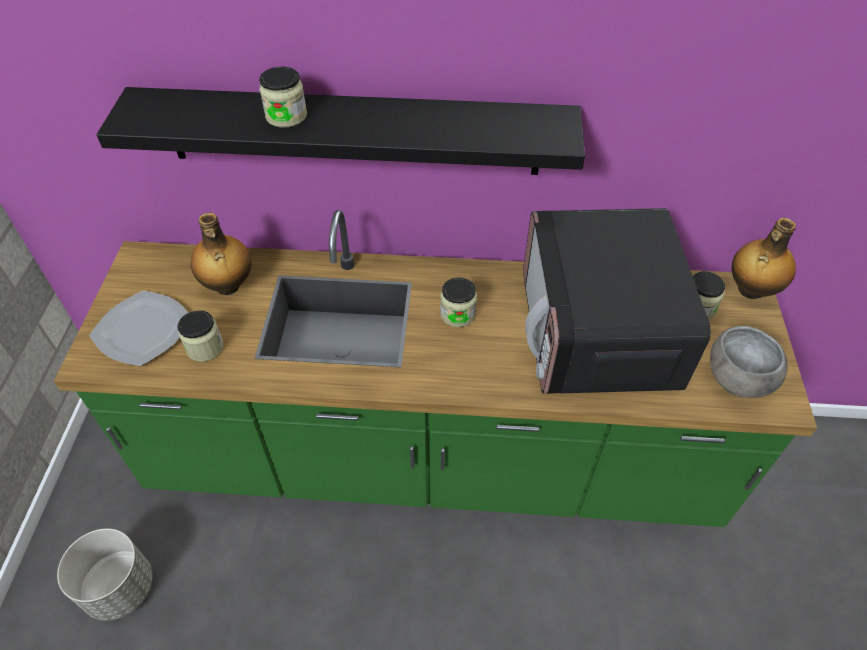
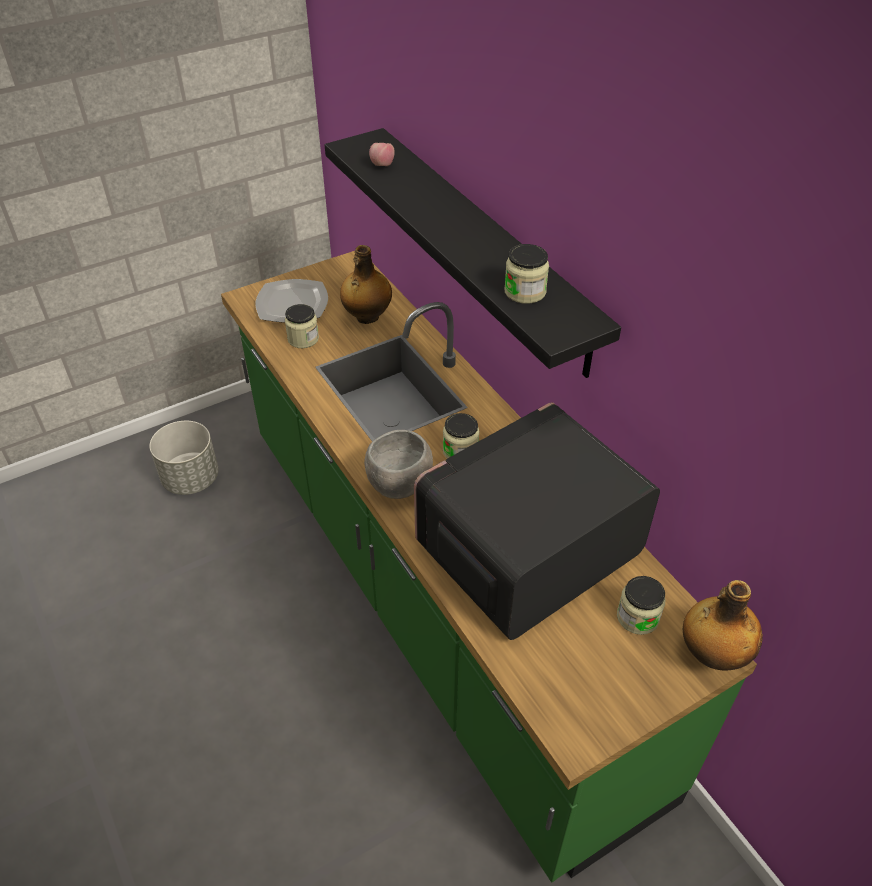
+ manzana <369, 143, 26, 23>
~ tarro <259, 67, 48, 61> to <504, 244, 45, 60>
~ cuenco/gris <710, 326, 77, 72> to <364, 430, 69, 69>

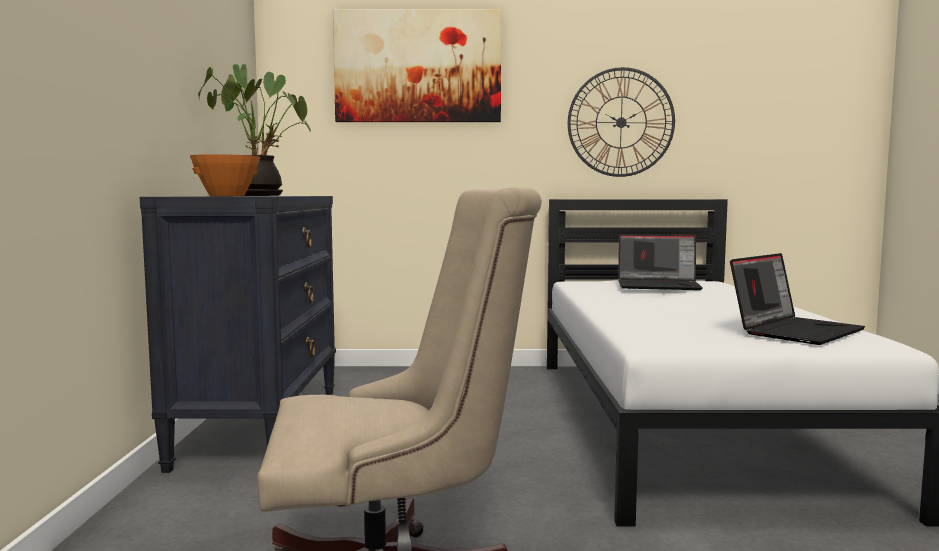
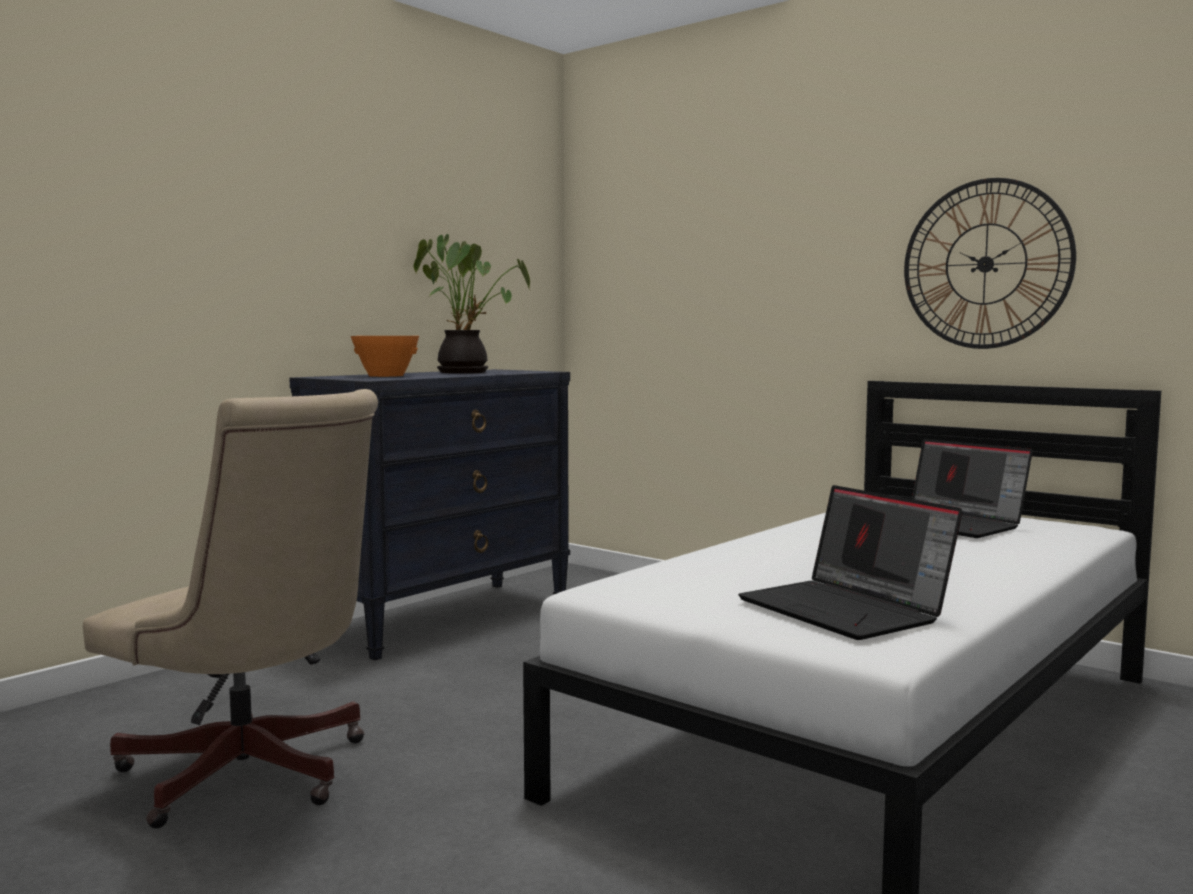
- cuadro <333, 9, 168, 113>
~ portátil <730, 253, 135, 92> = <738, 485, 225, 155> 60 degrees clockwise

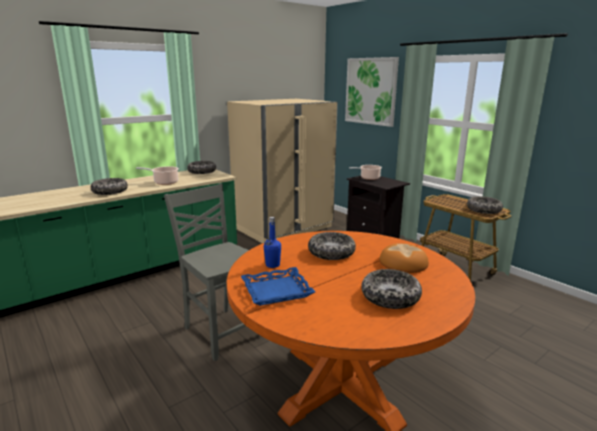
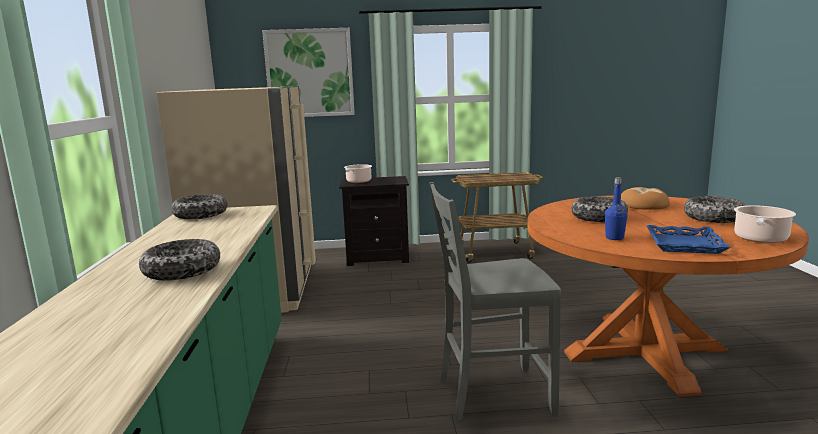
- cuenco <467, 196, 36, 18>
~ olla <136, 166, 43, 19> to <734, 205, 62, 38>

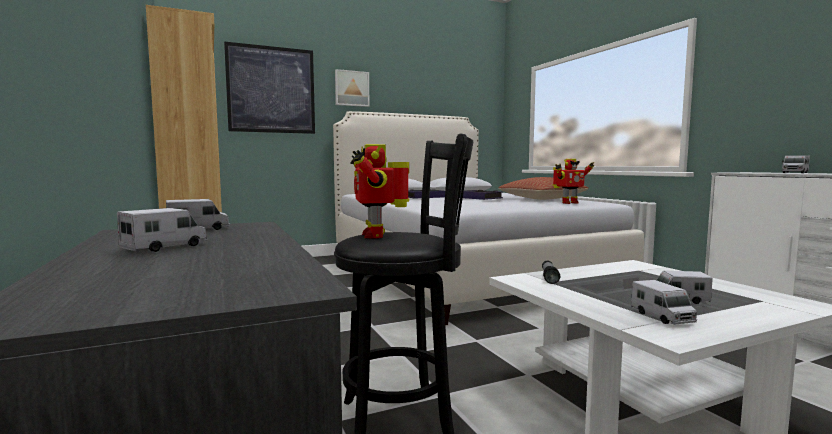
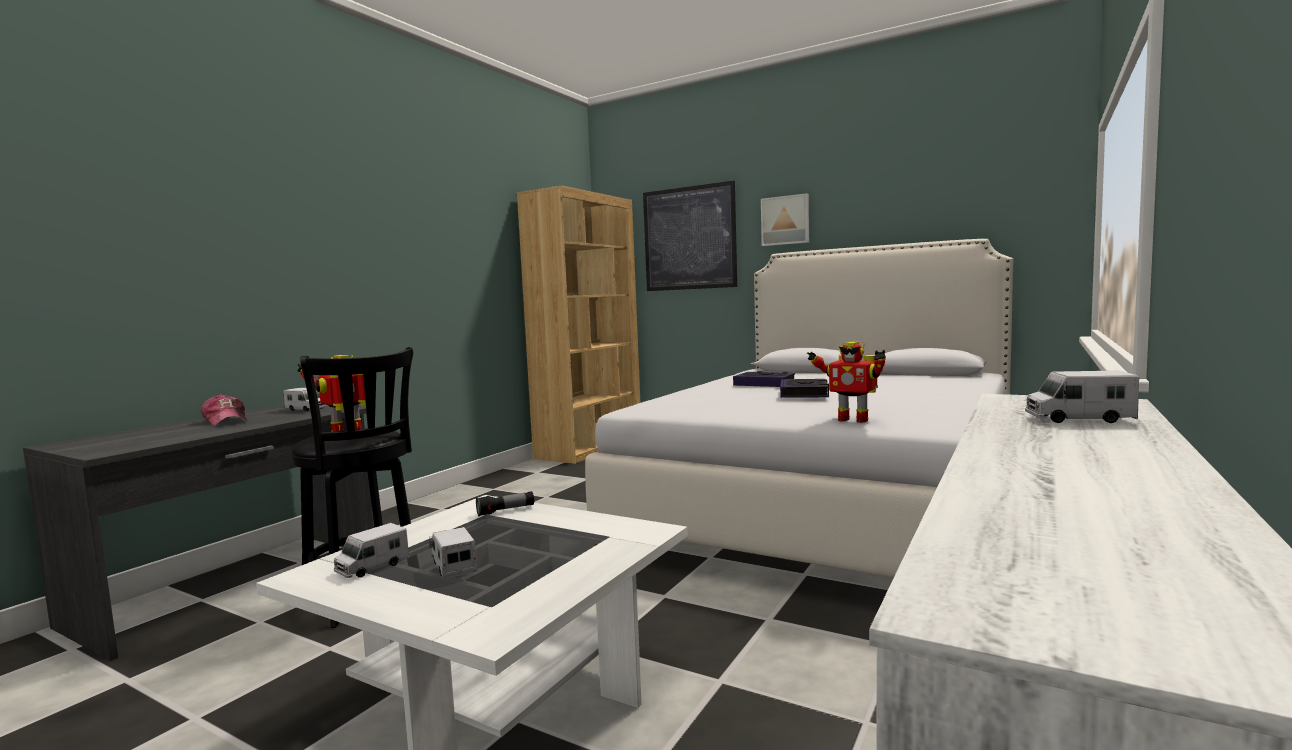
- cojín <498, 177, 91, 23>
~ camión de juguete <117, 208, 90, 44> to gorra <201, 394, 46, 32>

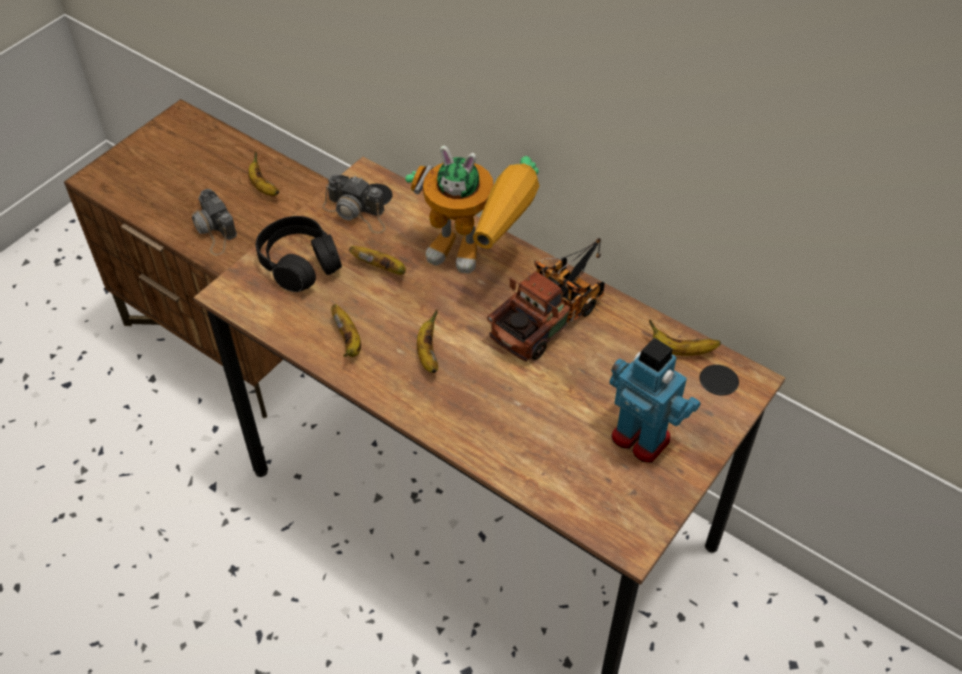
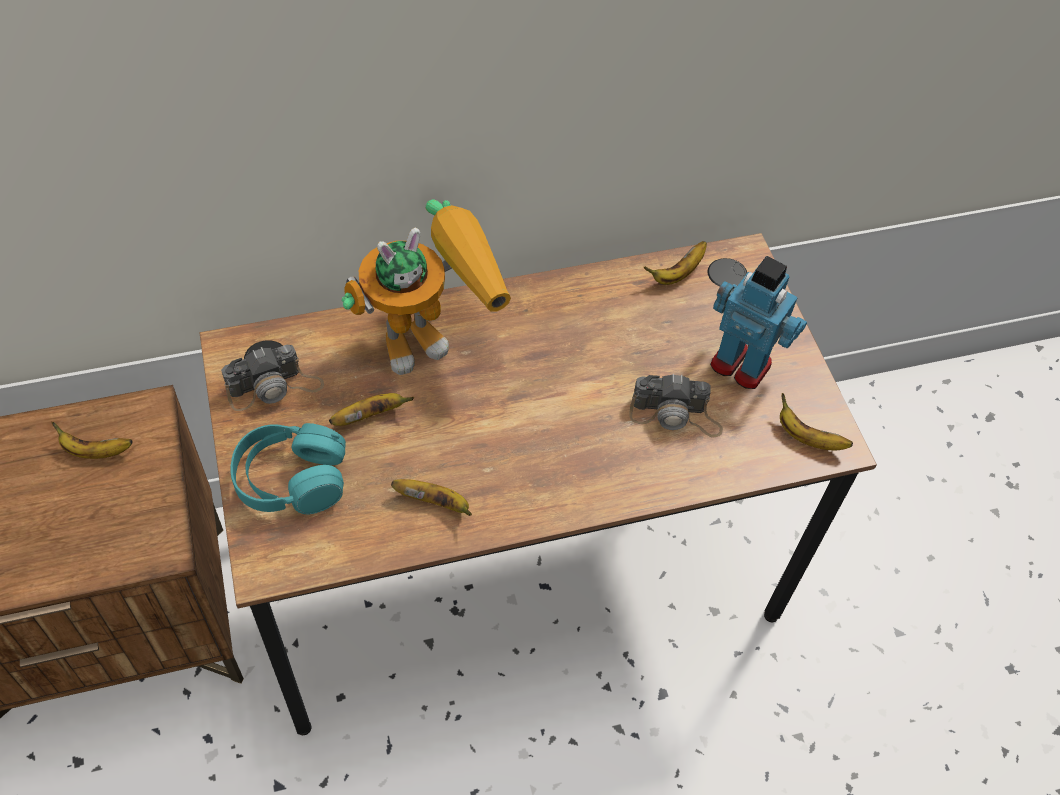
- camión de juguete <487, 238, 118, 124>
~ cámara <192, 189, 45, 66> to <629, 374, 94, 63>
~ plátano <417, 309, 21, 64> to <780, 393, 73, 58>
~ auriculares/negro <256, 216, 86, 76> to auriculares/turquesa <231, 423, 115, 91>
~ robot de juguete <610, 338, 91, 125> = <710, 256, 97, 133> 45 degrees clockwise

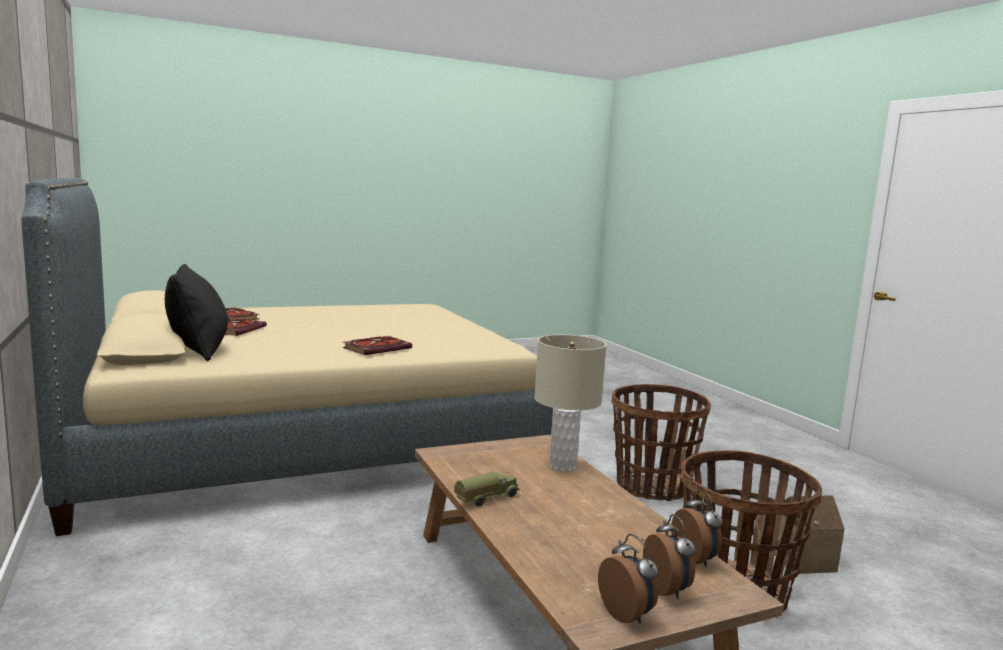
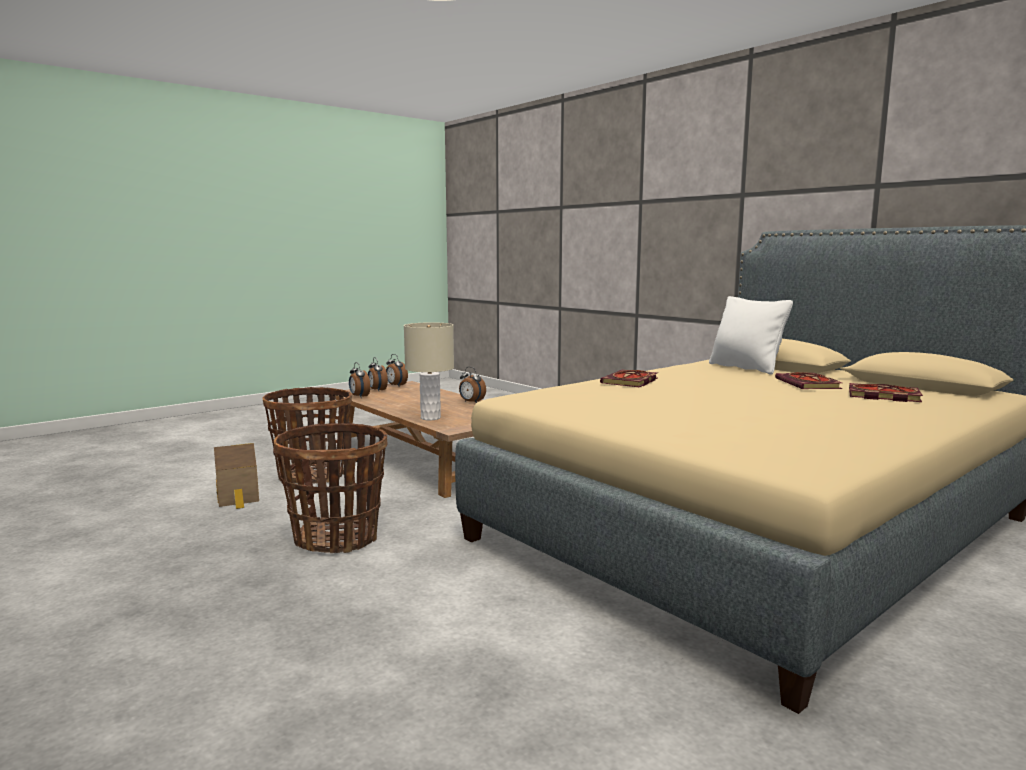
~ camión de juguete <454, 472, 66, 35> to despertador <459, 367, 27, 36>
~ cojín/negro <165, 264, 63, 97> to cojín/blanco <709, 296, 84, 79>

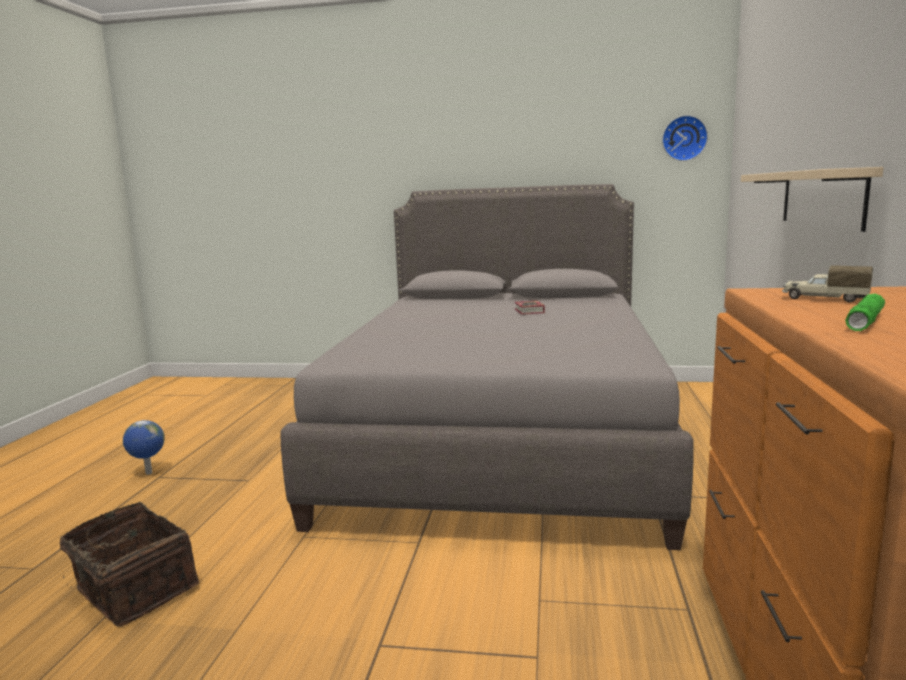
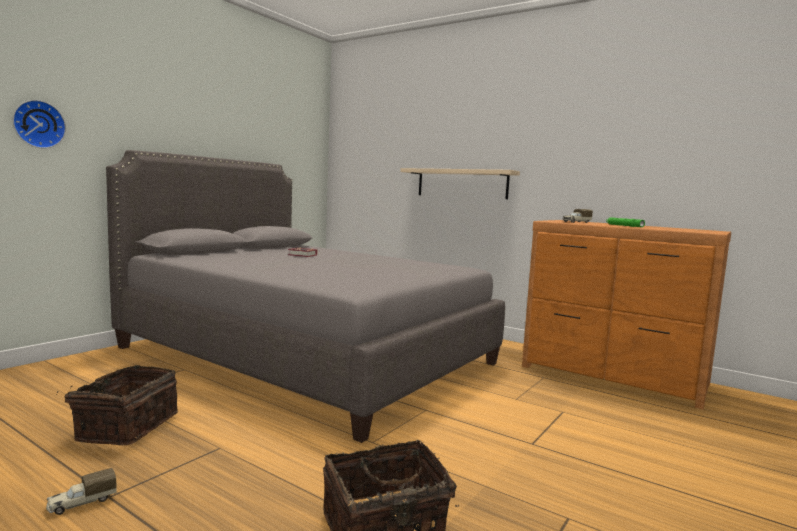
+ cesta <56, 365, 122, 81>
~ reloj de pared <662, 115, 46, 46> to <13, 100, 53, 48>
~ globo terráqueo <123, 420, 42, 55> to camión de juguete <46, 468, 71, 47>

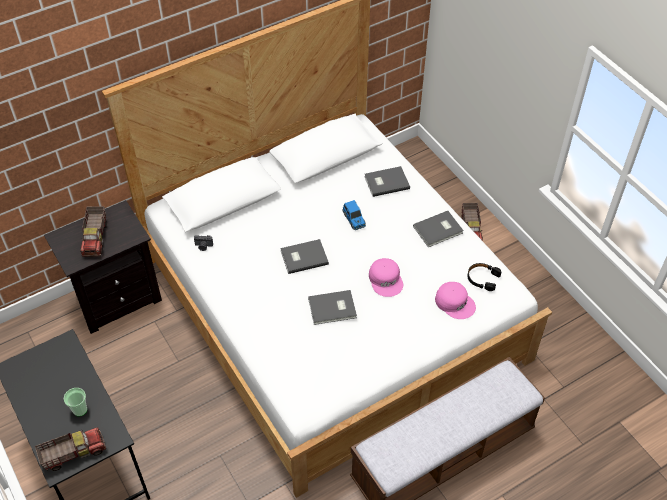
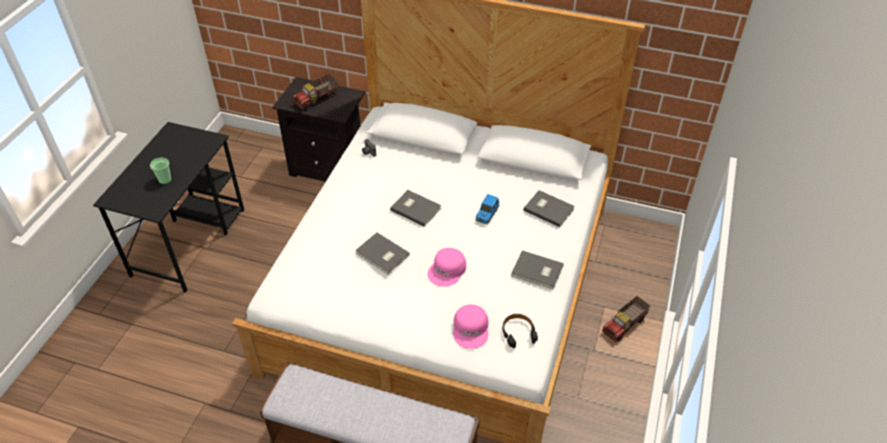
- camión de juguete <35, 427, 71, 44>

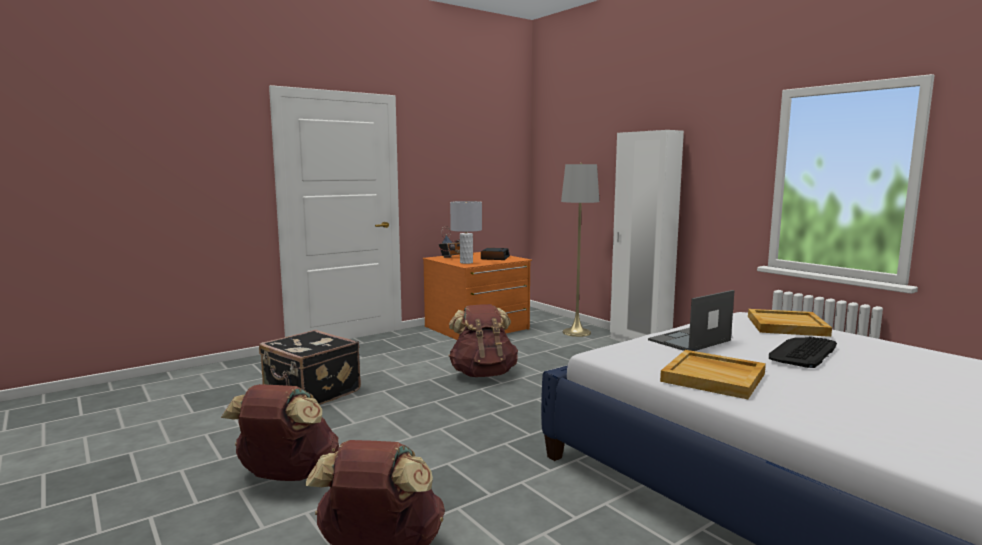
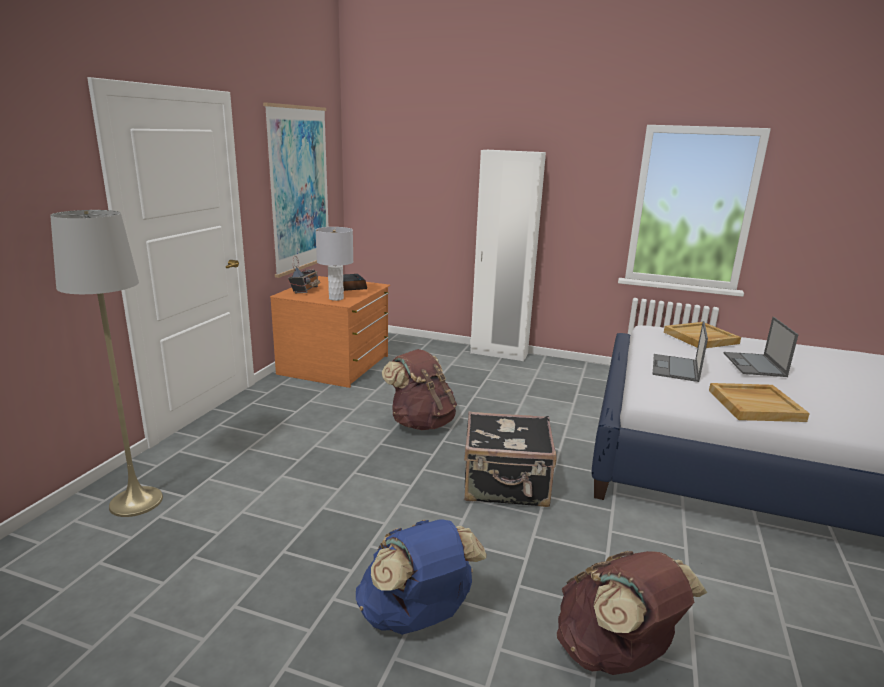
+ cuadro <263, 102, 66, 176>
~ maleta/negro <259, 330, 102, 75> to <464, 411, 93, 96>
~ lámpara de pie/gris <561, 163, 38, 174> to <50, 210, 113, 307>
~ teclado <769, 337, 68, 31> to portátil <724, 317, 75, 60>
~ mochila/marrón <221, 384, 118, 97> to mochila/azul <356, 520, 131, 115>

